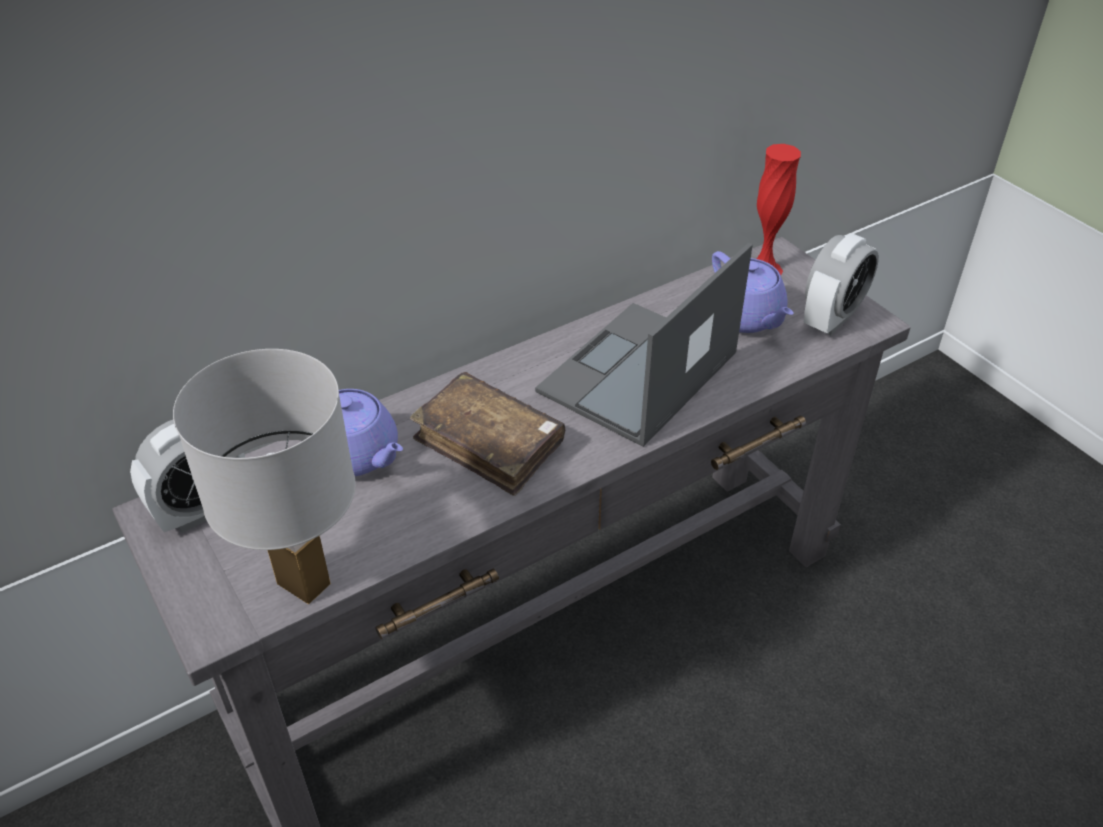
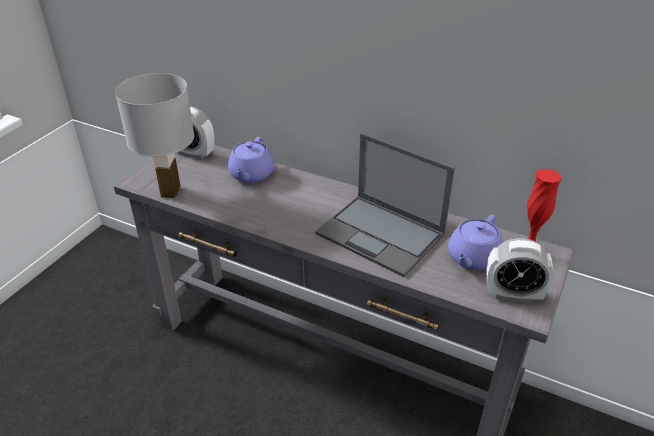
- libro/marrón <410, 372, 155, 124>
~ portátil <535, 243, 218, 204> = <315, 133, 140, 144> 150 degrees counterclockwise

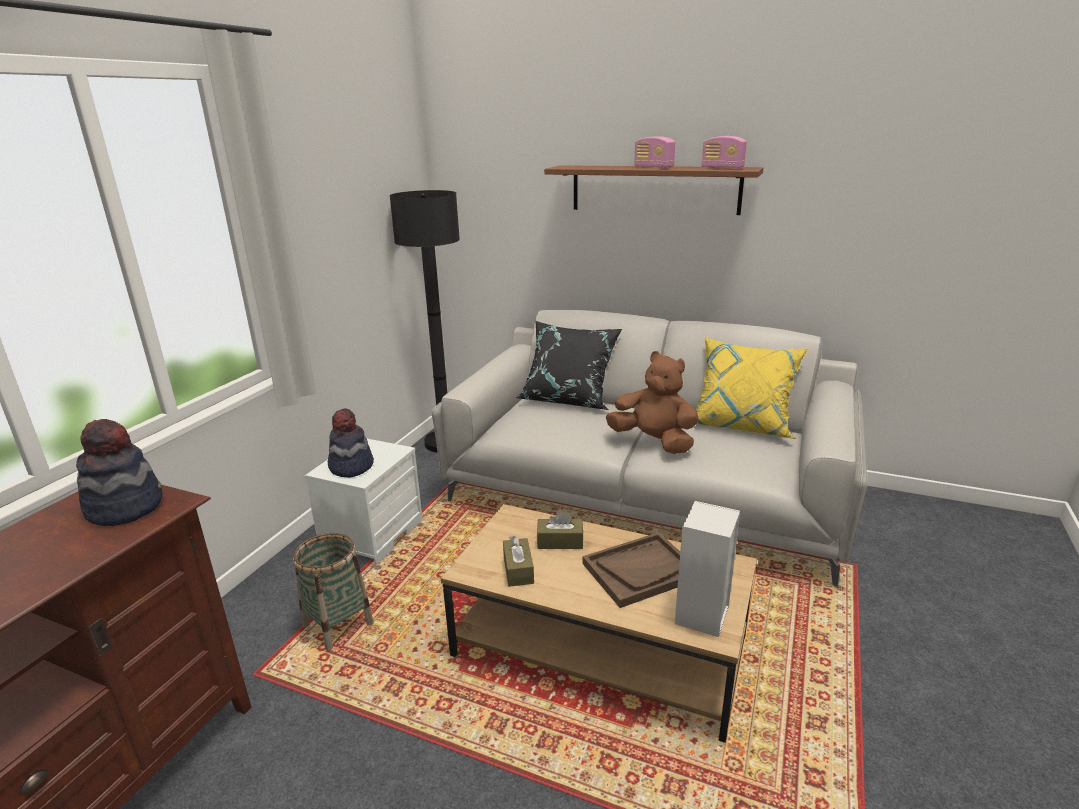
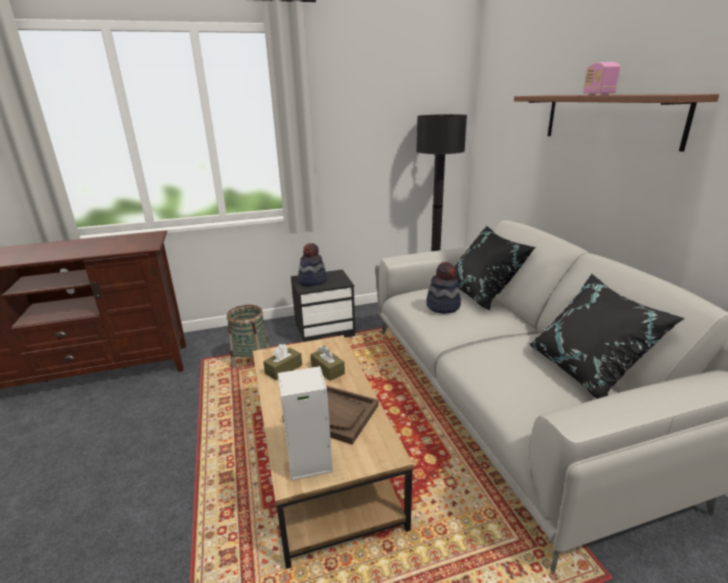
- peluche/marrón <606, 351, 93, 103>
- radio <702, 136, 45, 33>
~ sombrero <76, 419, 87, 107> to <426, 262, 35, 52>
~ mesita de noche/blanco <305, 438, 117, 128> to mesita de noche/negro <291, 269, 65, 73>
~ cojín/amarillo <696, 337, 112, 102> to cojín/negro <529, 274, 156, 125>

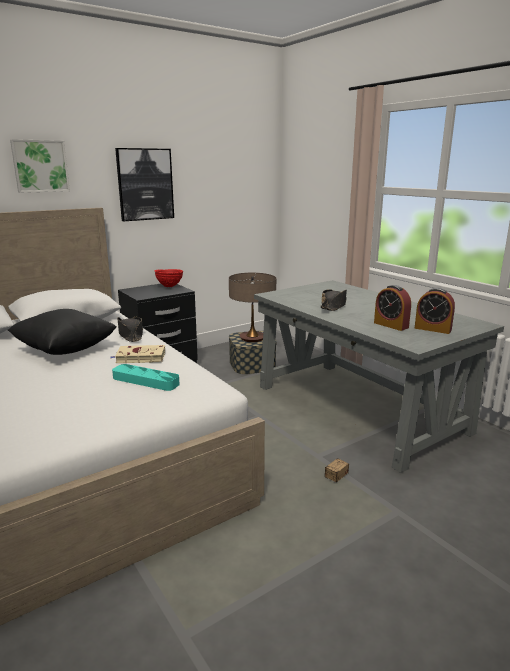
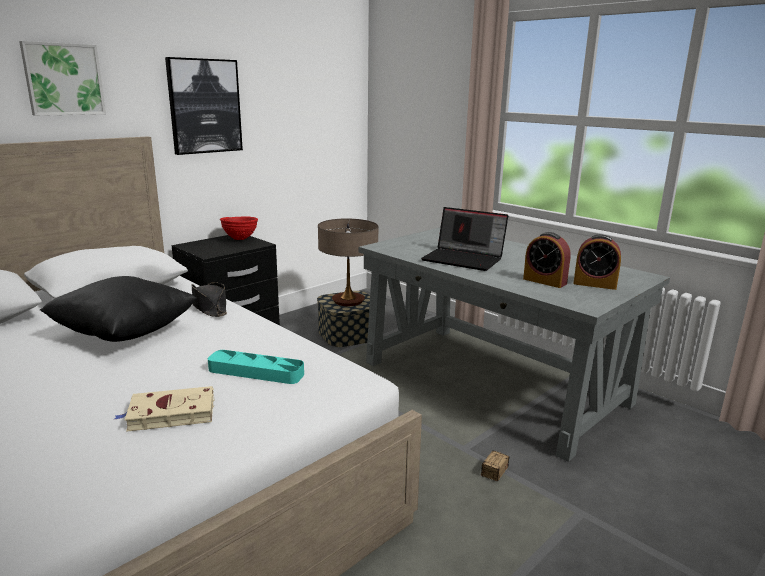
~ libro/beis <111, 345, 55, 18> to <113, 386, 102, 46>
~ sombrero/negro <321, 289, 26, 22> to portátil <421, 207, 87, 64>

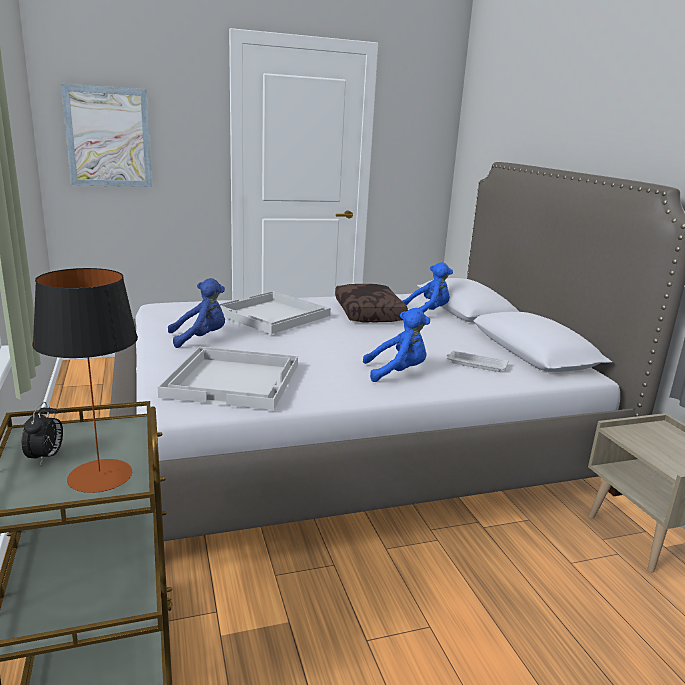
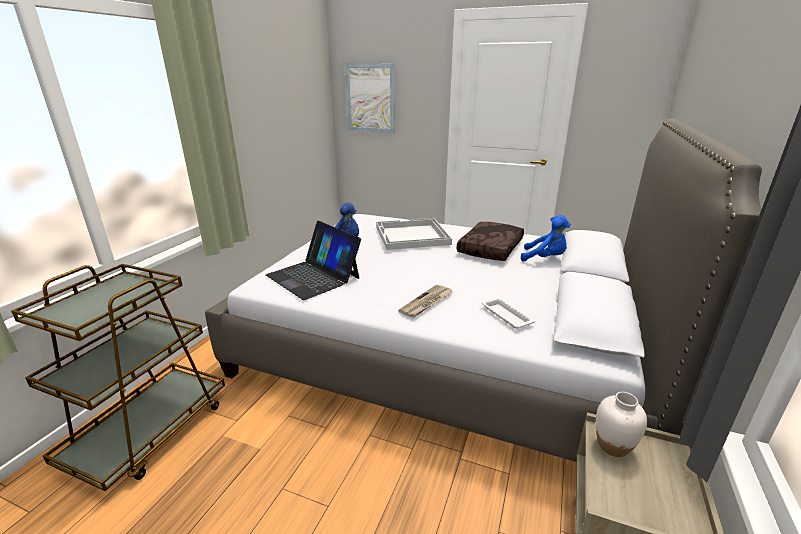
- despertador <22, 402, 41, 63>
- lámpara de mesa <32, 268, 106, 225>
+ florero/blanco <596, 392, 51, 65>
~ bandeja/blanco <158, 347, 140, 63> to portátil <266, 221, 95, 79>
~ peluche/azul <363, 308, 67, 74> to periódico <399, 284, 54, 34>

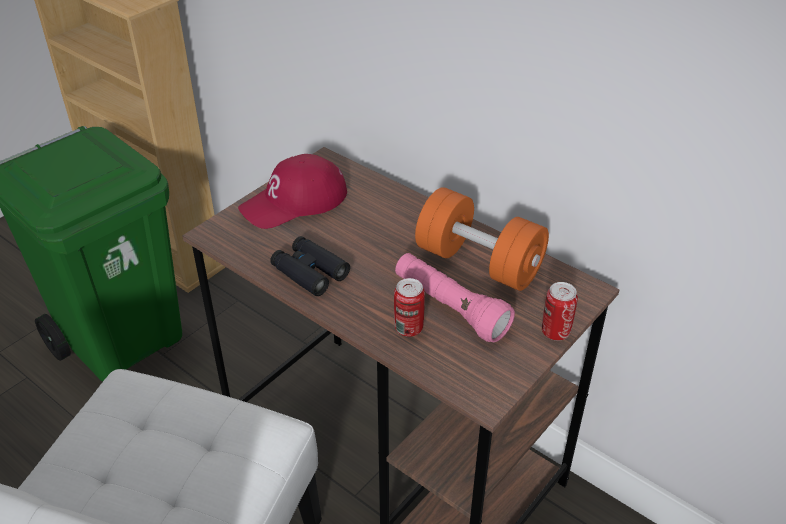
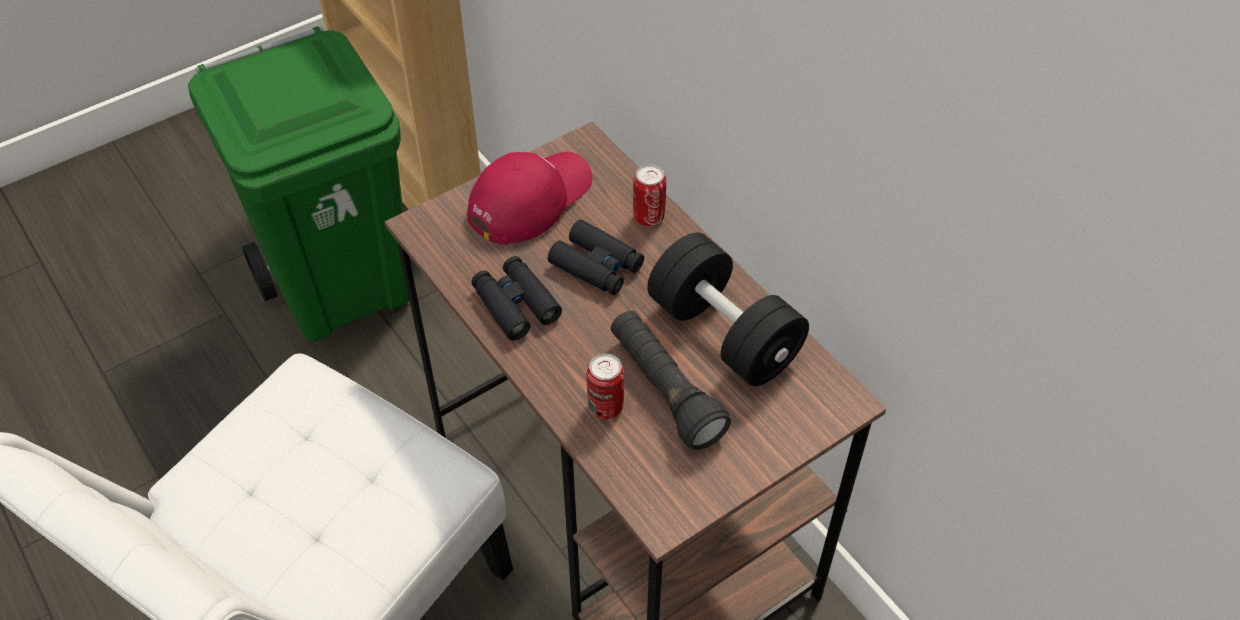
+ prismáticos/negro <548, 220, 96, 75>
~ lata <542, 282, 36, 58> to <633, 164, 33, 62>
~ linterna/rosa <395, 253, 120, 89> to linterna/negro <611, 311, 120, 139>
~ mancuerna/naranja <415, 187, 134, 104> to mancuerna/negro <647, 233, 162, 153>
~ gorra/rojo <238, 154, 109, 75> = <467, 152, 125, 93> 150 degrees clockwise

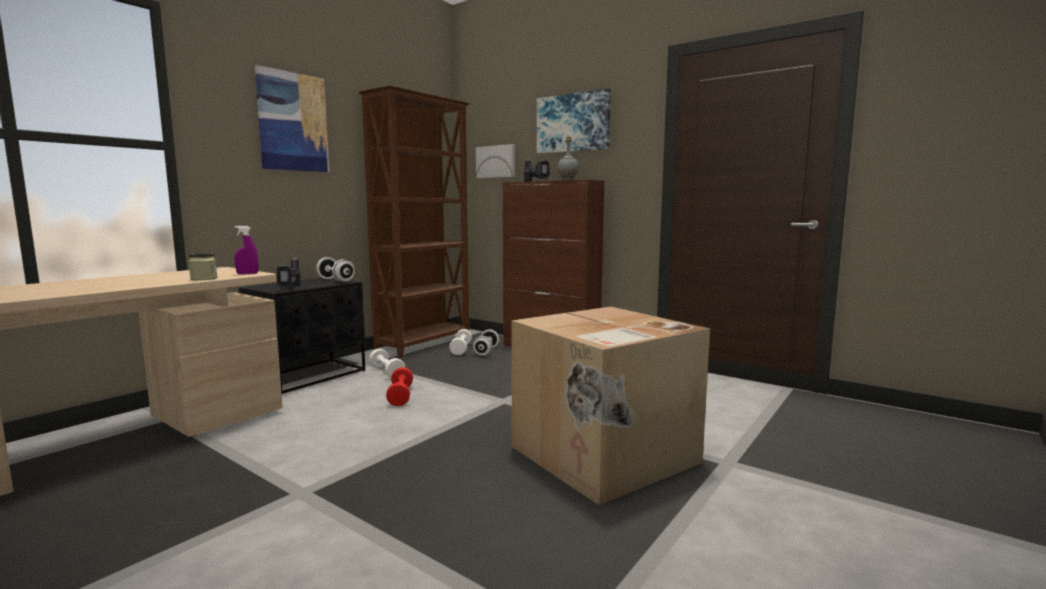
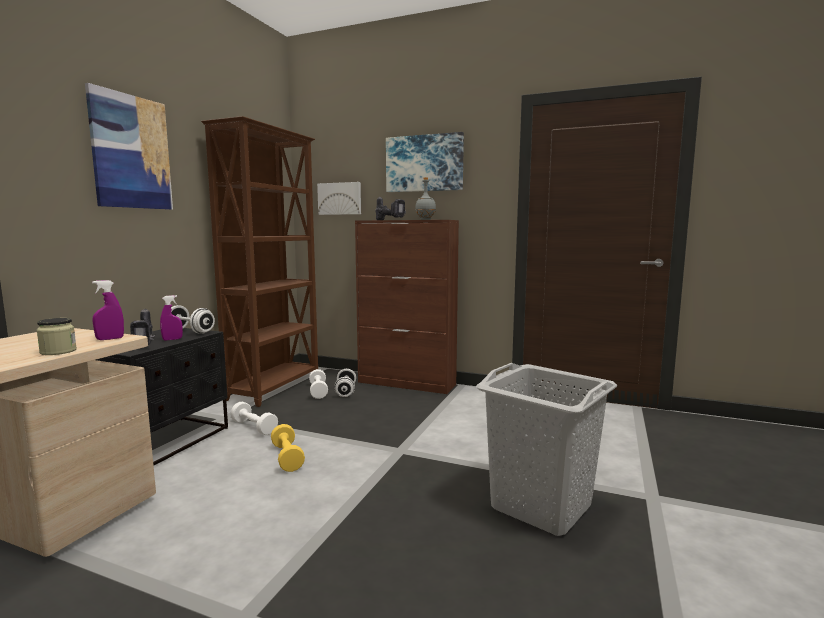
+ pulverizador/morado <160, 295, 23, 46>
~ caja de cartón <511, 307, 199, 198> to cesto de la ropa/gris <476, 363, 141, 173>
~ mancuerna/rojo <386, 367, 27, 39> to mancuerna/amarillo <271, 424, 34, 48>

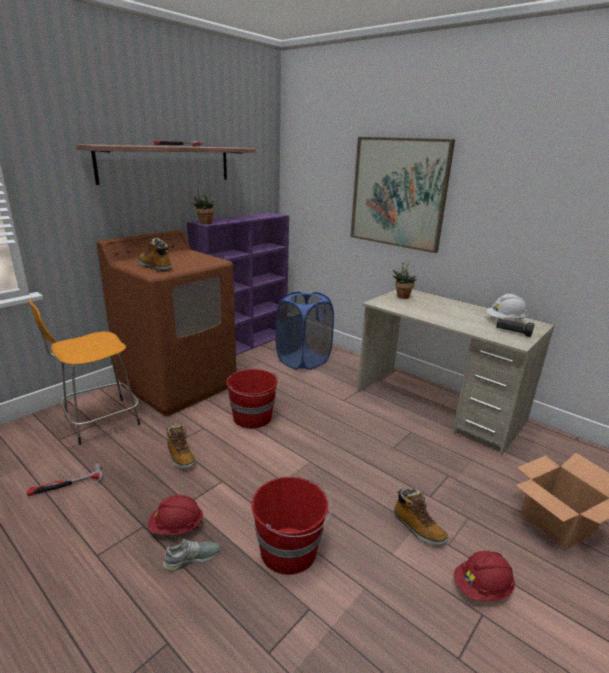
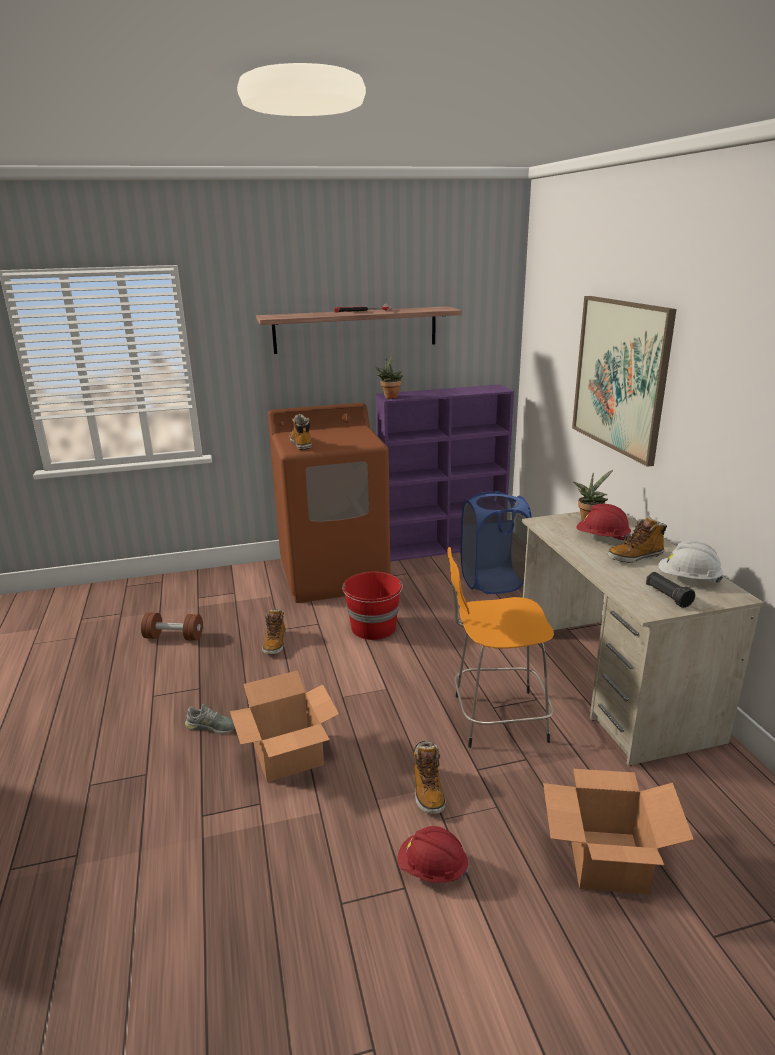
+ bota <607, 516, 60, 47>
~ taburete/naranja <30, 299, 110, 146> to <448, 547, 106, 201>
~ casco/rojo <148, 495, 56, 40> to <577, 504, 54, 37>
~ martillo <27, 464, 76, 32> to mancuerna/marrón <141, 612, 62, 29>
~ cubo/rojo <251, 477, 81, 98> to caja de cartón <230, 670, 109, 112>

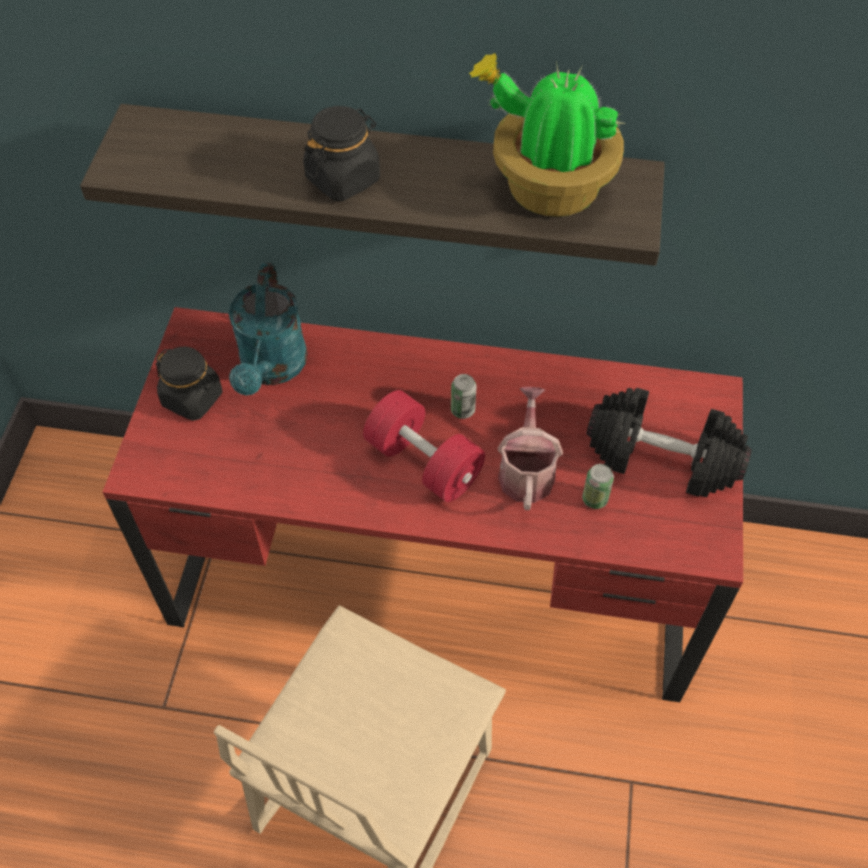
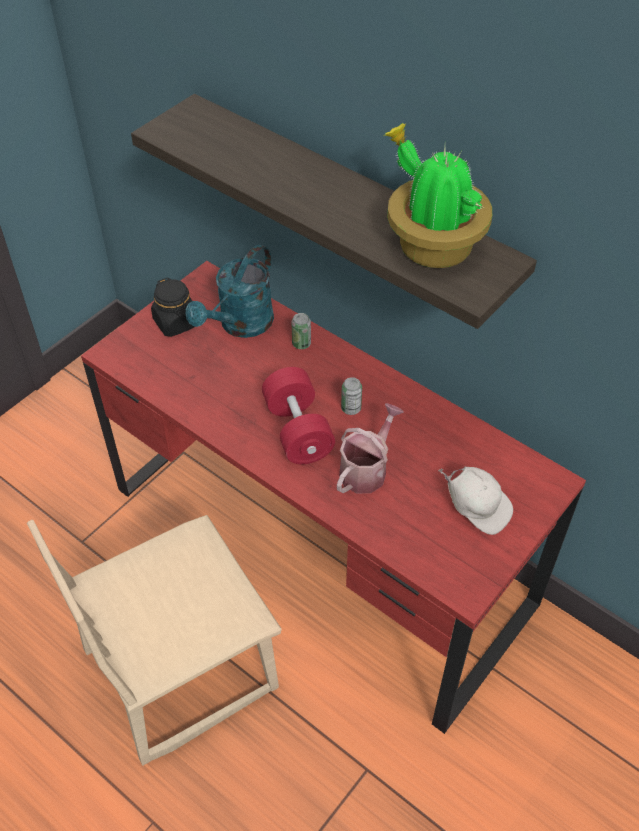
- tarro/negro <303, 106, 77, 95>
~ lata <582, 464, 32, 45> to <291, 313, 20, 36>
~ mancuerna/negro <586, 388, 166, 109> to gorra/blanco <438, 467, 75, 68>

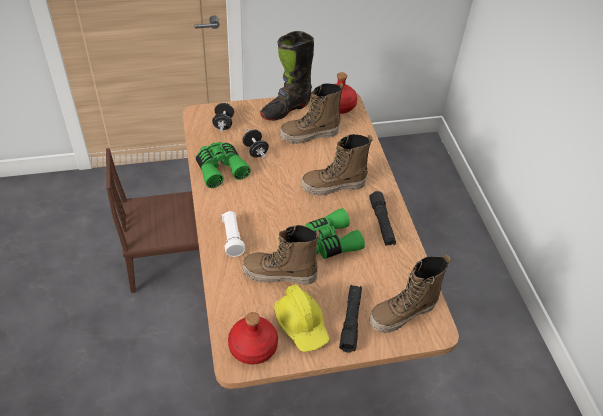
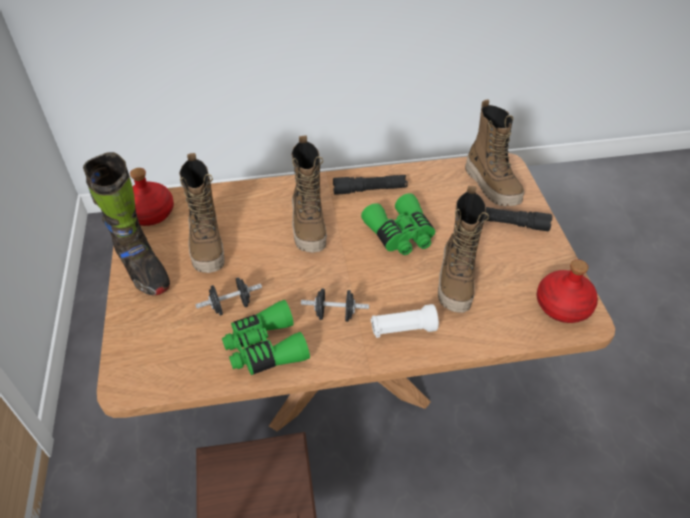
- casco/amarillo <274, 284, 56, 68>
~ mancuerna/negro <212, 102, 22, 30> to <301, 288, 68, 34>

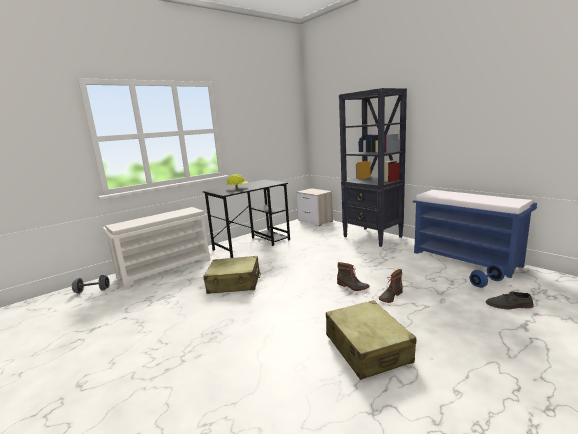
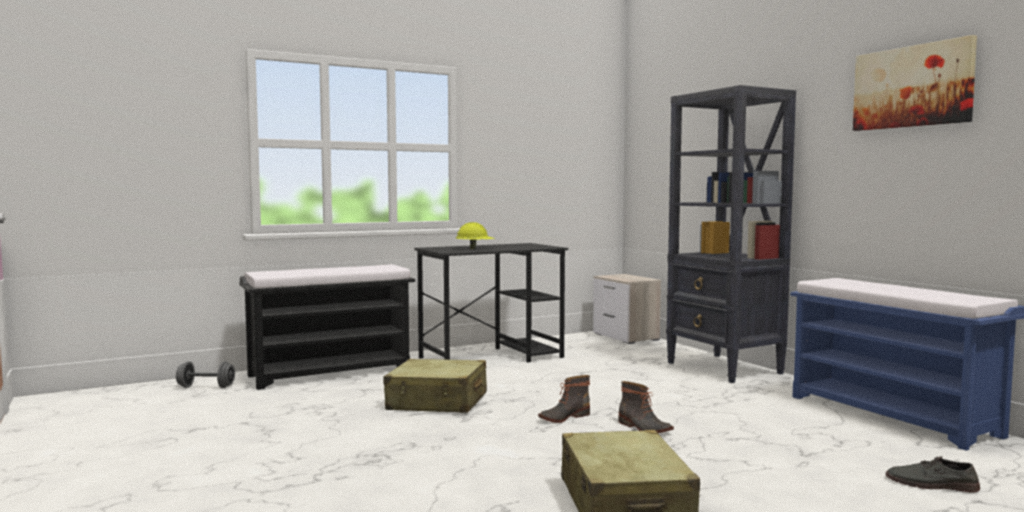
- mancuerna/azul <470, 264, 35, 24>
+ cuadro <853, 35, 124, 96>
~ bota <379, 269, 24, 34> to <538, 375, 52, 48>
~ zapatero/blanco <102, 207, 108, 81> to banco/negro <239, 264, 176, 126>

